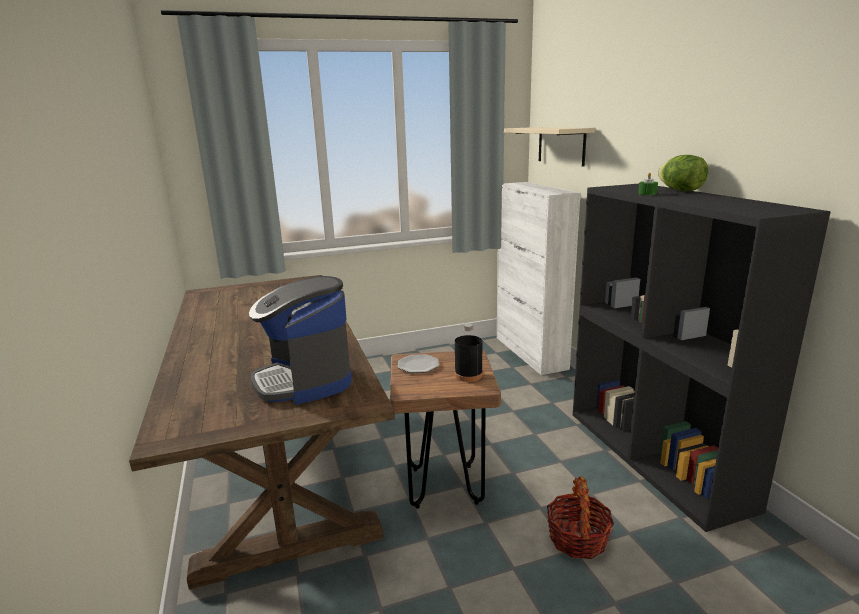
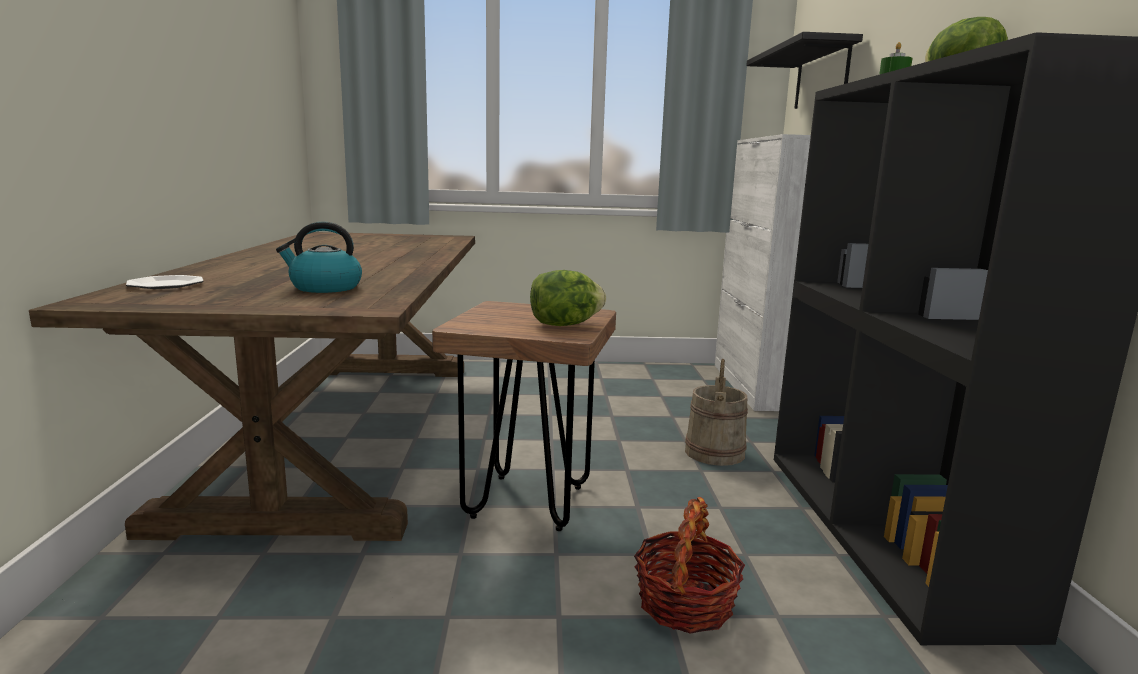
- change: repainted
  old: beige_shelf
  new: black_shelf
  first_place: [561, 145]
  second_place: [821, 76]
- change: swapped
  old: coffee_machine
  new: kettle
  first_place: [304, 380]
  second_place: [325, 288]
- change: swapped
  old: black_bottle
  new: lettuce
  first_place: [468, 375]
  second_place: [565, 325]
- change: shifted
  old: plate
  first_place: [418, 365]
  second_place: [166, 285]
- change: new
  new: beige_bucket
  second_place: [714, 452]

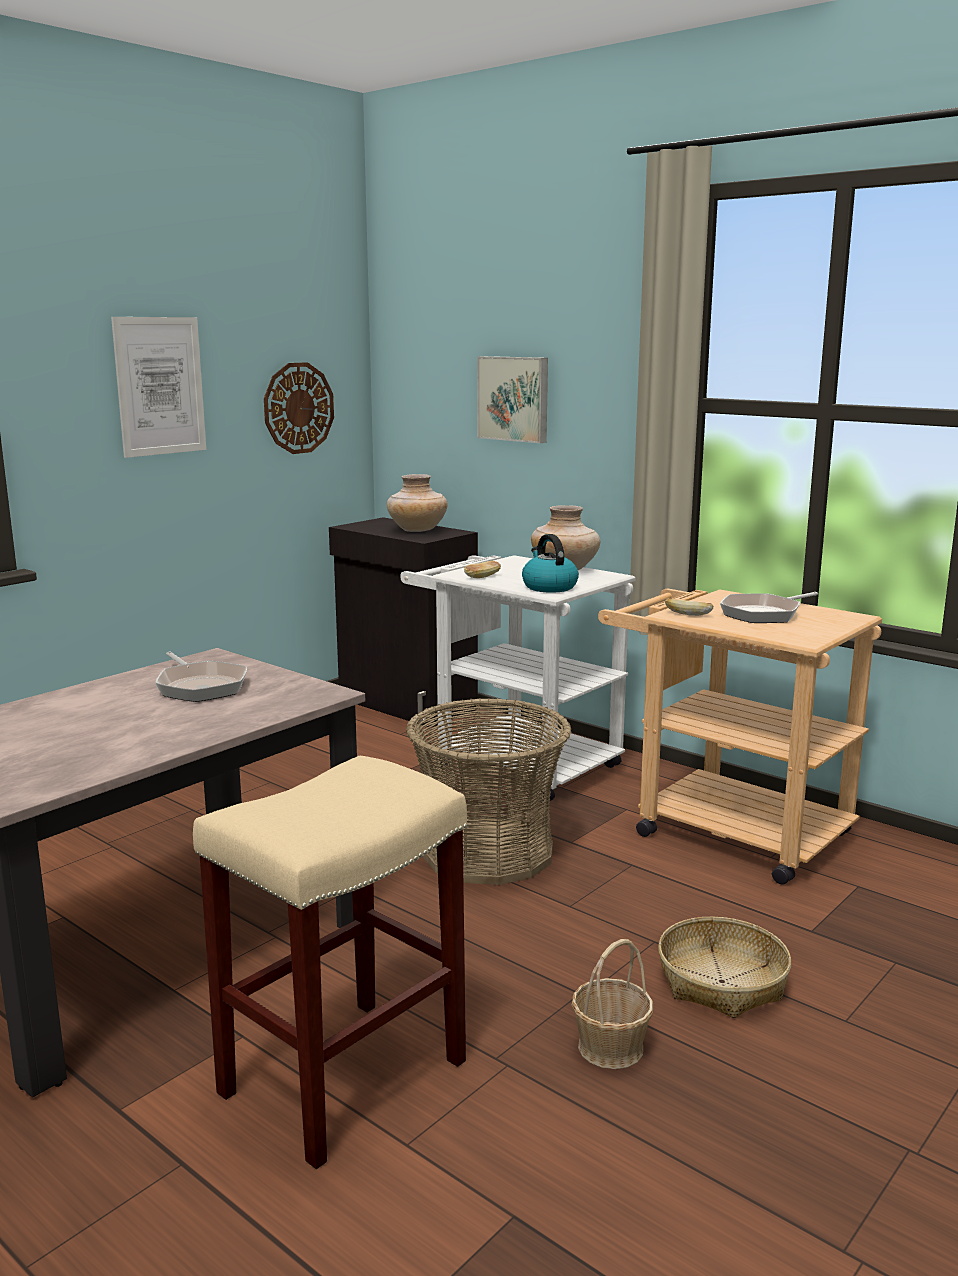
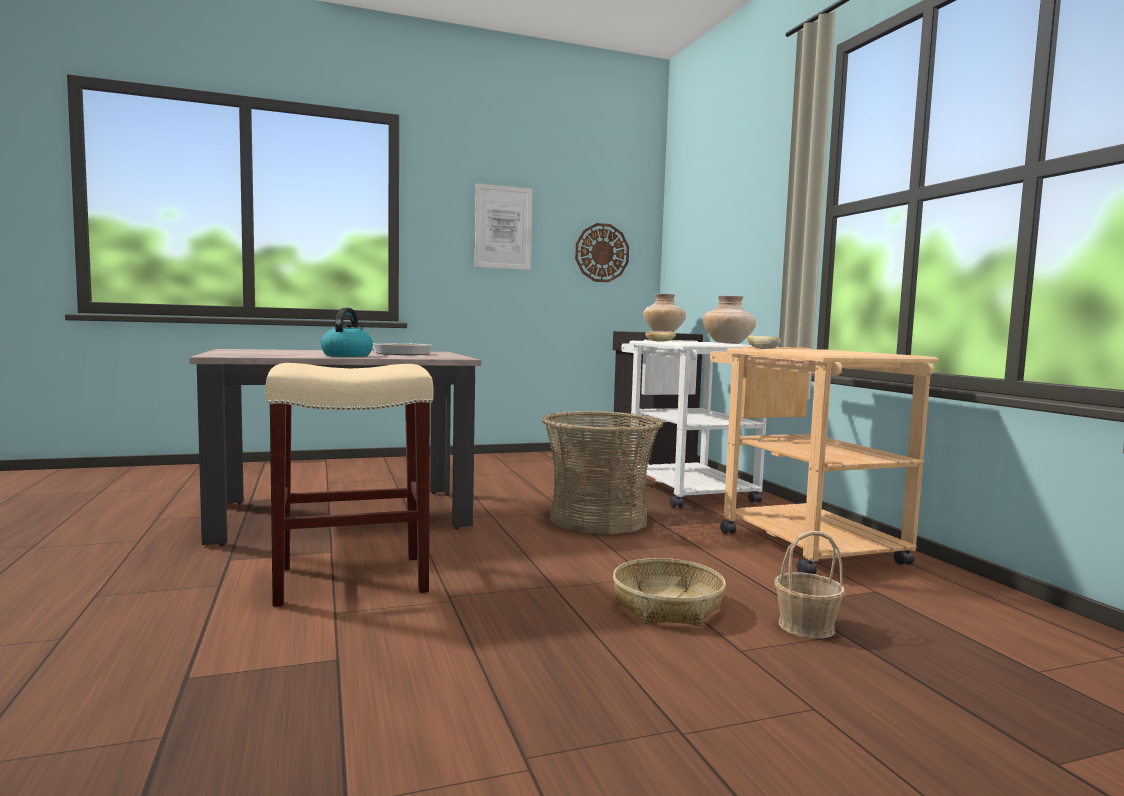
- change: gone
  old: picture
  first_place: [514, 398]
- change: shifted
  old: kettle
  first_place: [549, 587]
  second_place: [347, 355]
- change: gone
  old: frying_pan
  first_place: [764, 614]
- change: shifted
  old: basket
  first_place: [610, 1047]
  second_place: [805, 626]

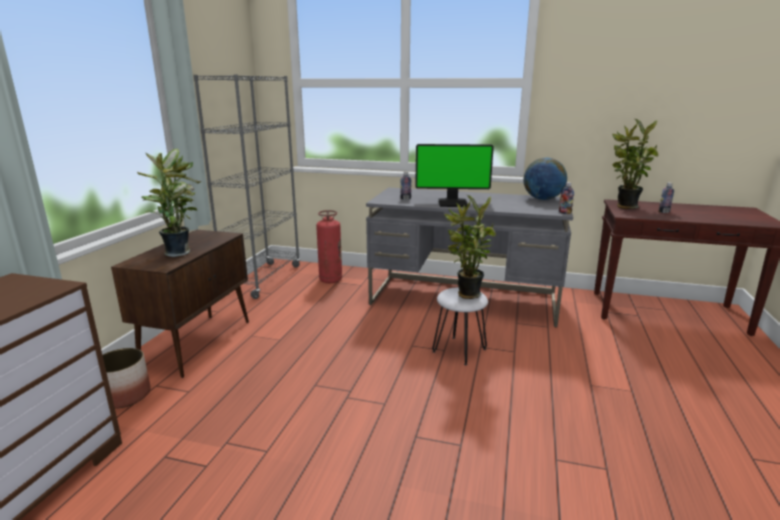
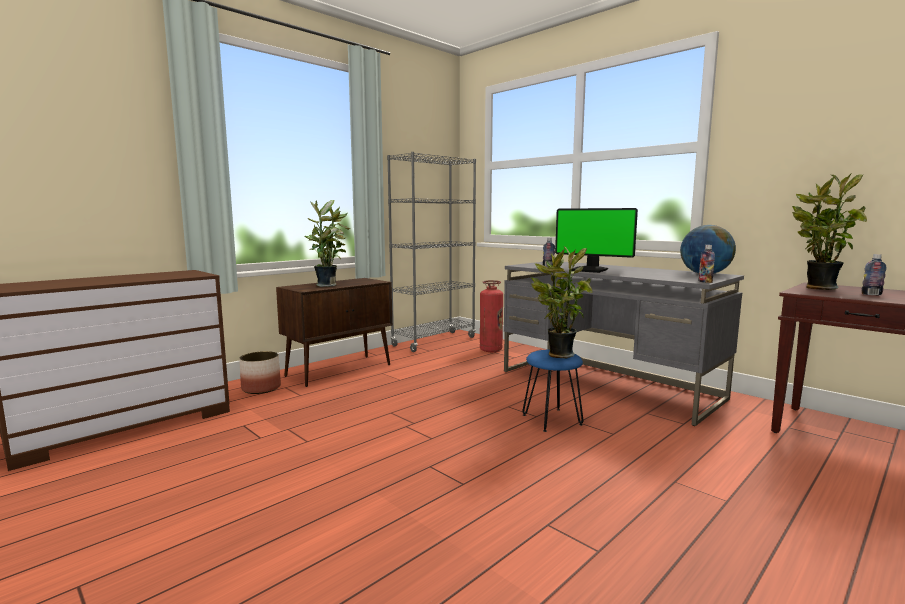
- change: repainted
  old: white_stool
  new: blue_stool
  first_place: [459, 350]
  second_place: [551, 420]

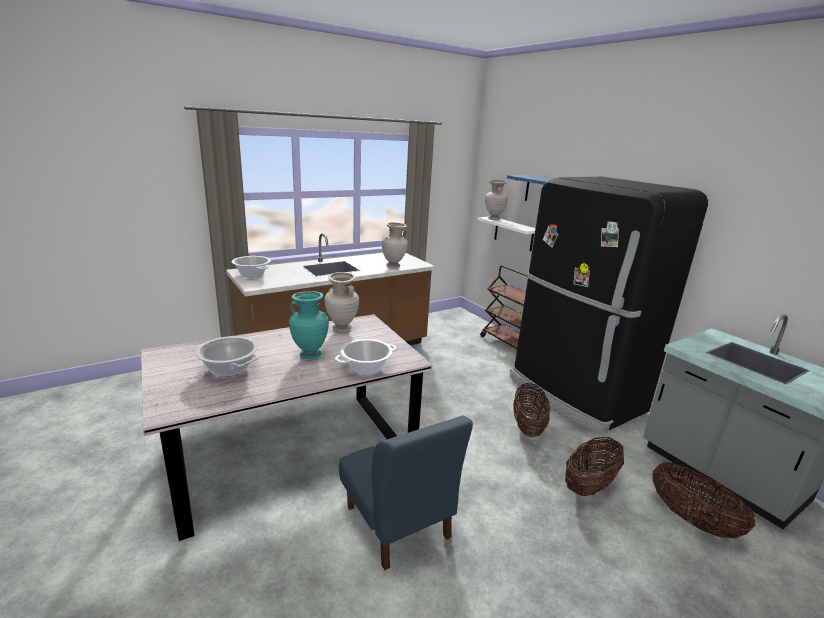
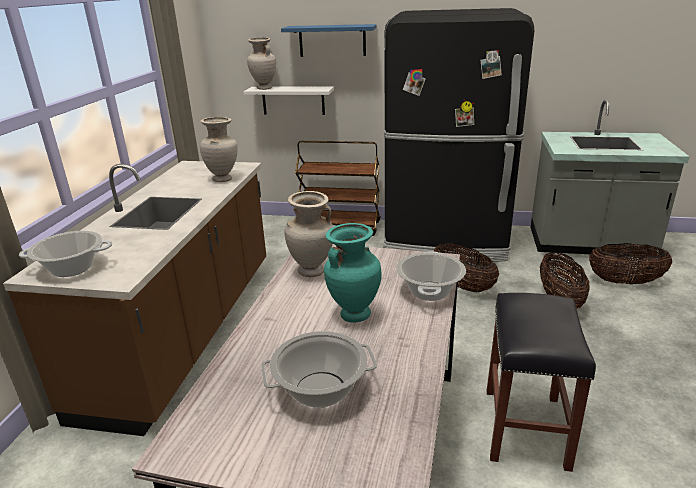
- change: swapped
  old: blue_chair
  new: black_stool
  first_place: [397, 522]
  second_place: [526, 429]

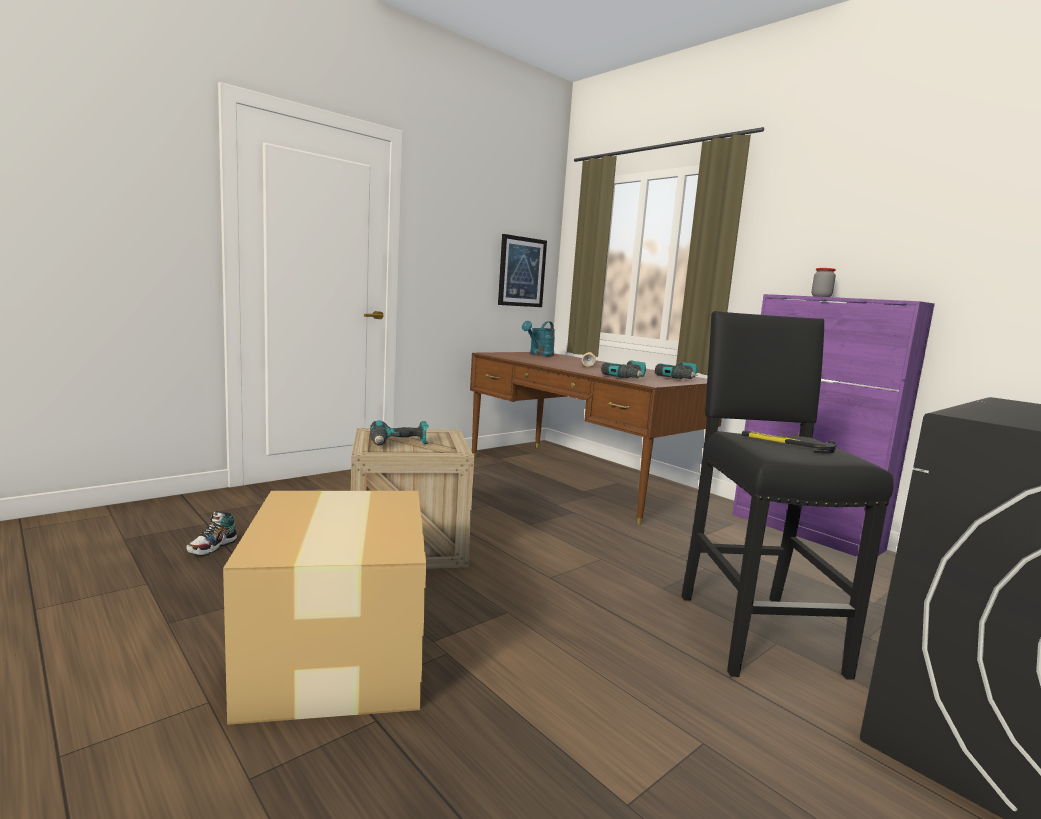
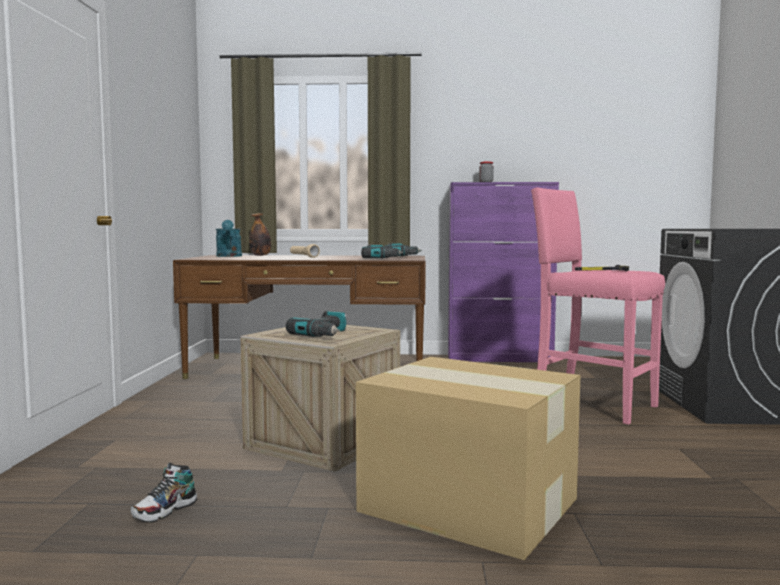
- change: gone
  old: picture
  first_place: [521, 272]
- change: repainted
  old: black_stool
  new: pink_stool
  first_place: [756, 631]
  second_place: [592, 405]
- change: rotated
  old: shoe
  first_place: [213, 547]
  second_place: [165, 511]
  degrees: 60
- change: new
  new: bottle
  second_place: [260, 255]

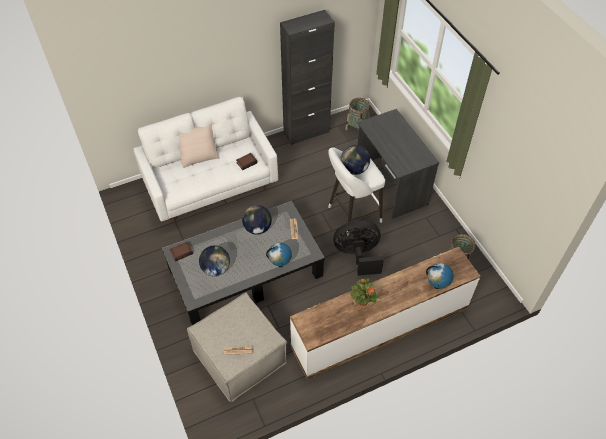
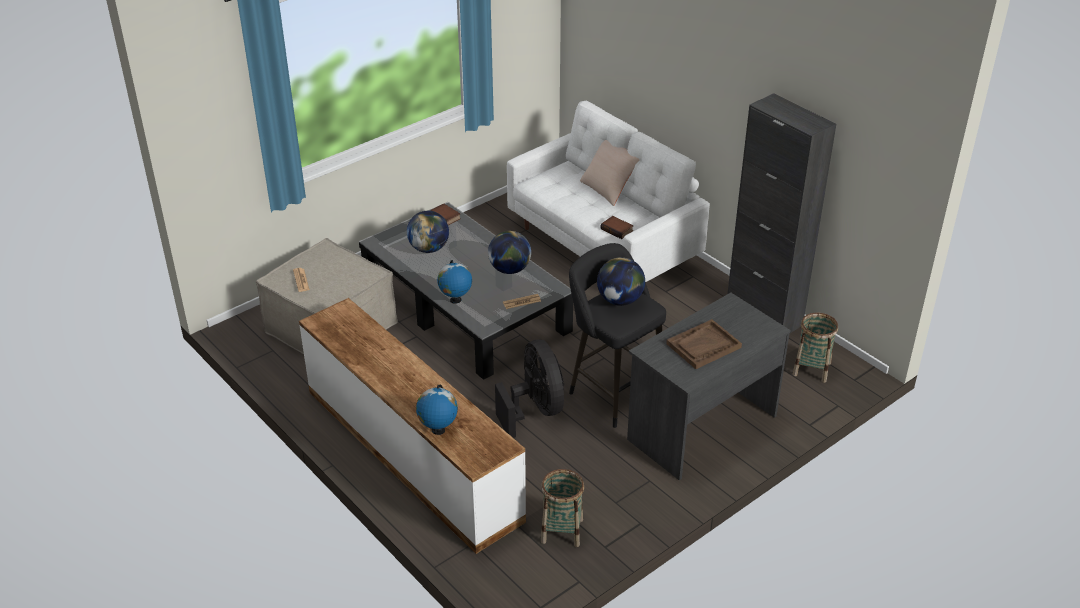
- change: repainted
  old: white_stool
  new: black_stool
  first_place: [351, 215]
  second_place: [612, 392]
- change: gone
  old: potted_plant
  first_place: [362, 301]
- change: new
  new: brown_tray
  second_place: [703, 346]

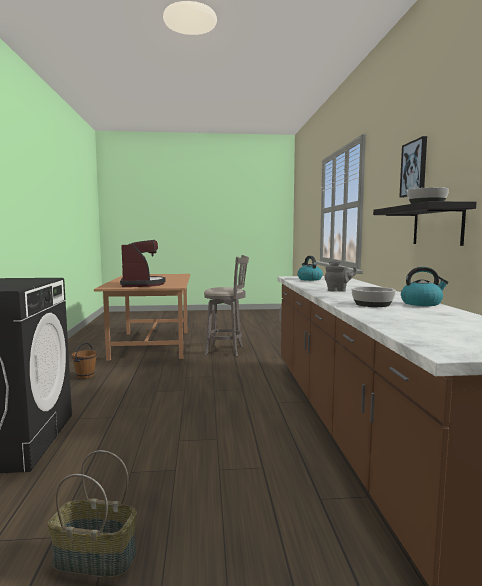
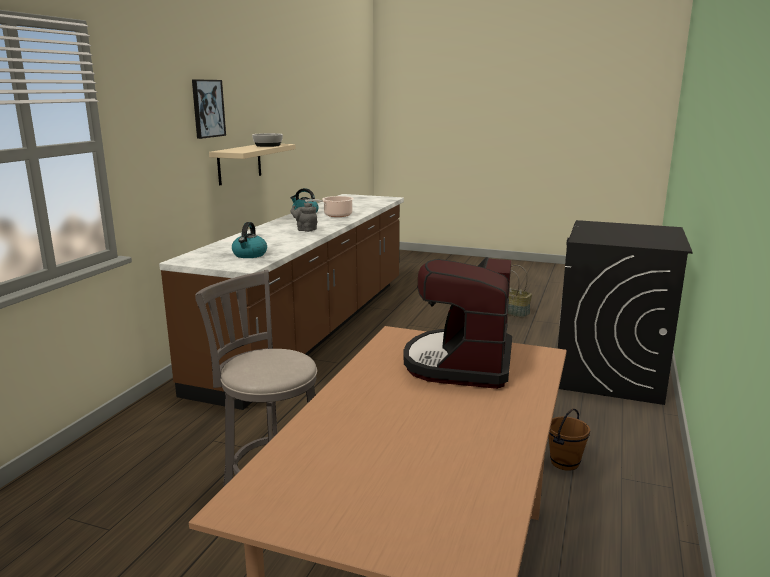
- change: repainted
  old: black_shelf
  new: beige_shelf
  first_place: [437, 225]
  second_place: [239, 163]
- change: swapped
  old: bowl
  new: cooking_pot
  first_place: [373, 304]
  second_place: [336, 215]

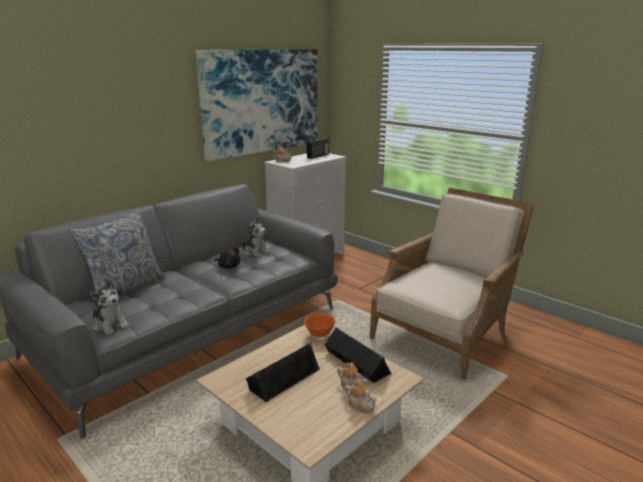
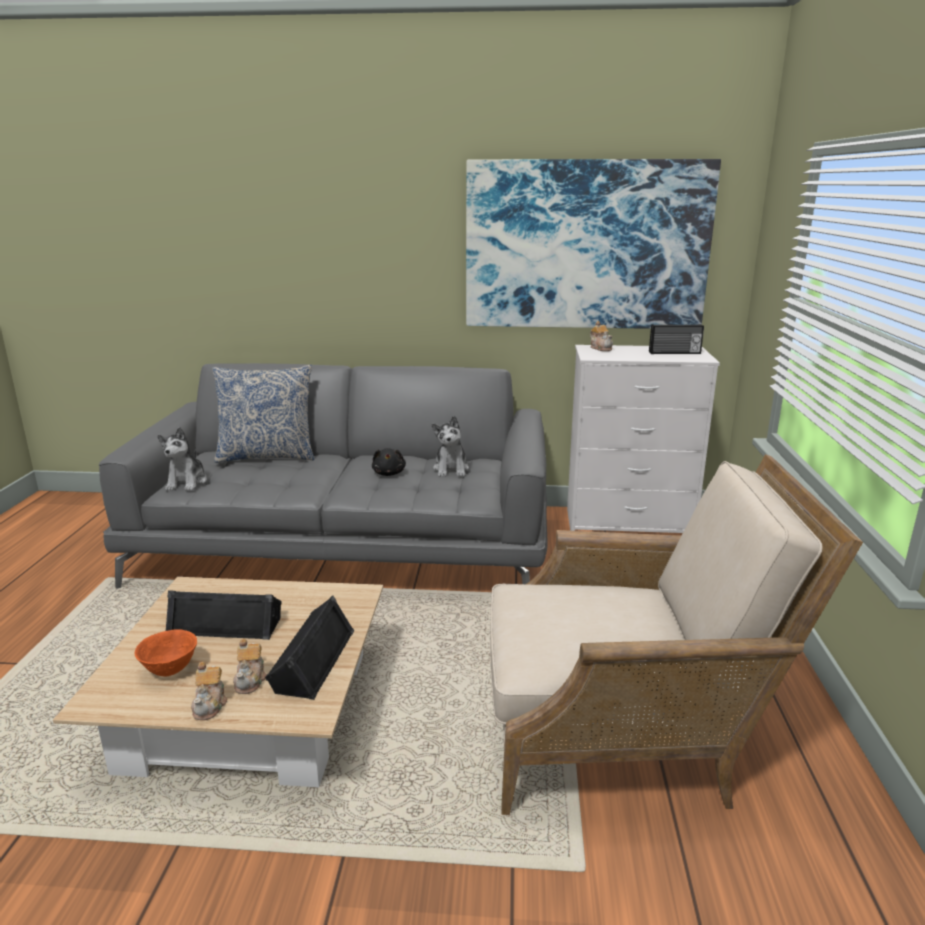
- change: shifted
  old: orange_bowl
  first_place: [319, 334]
  second_place: [170, 669]

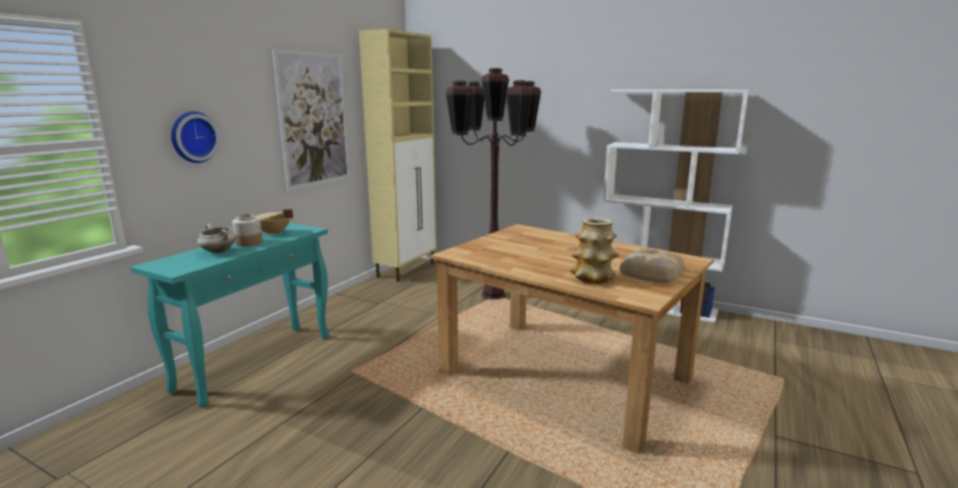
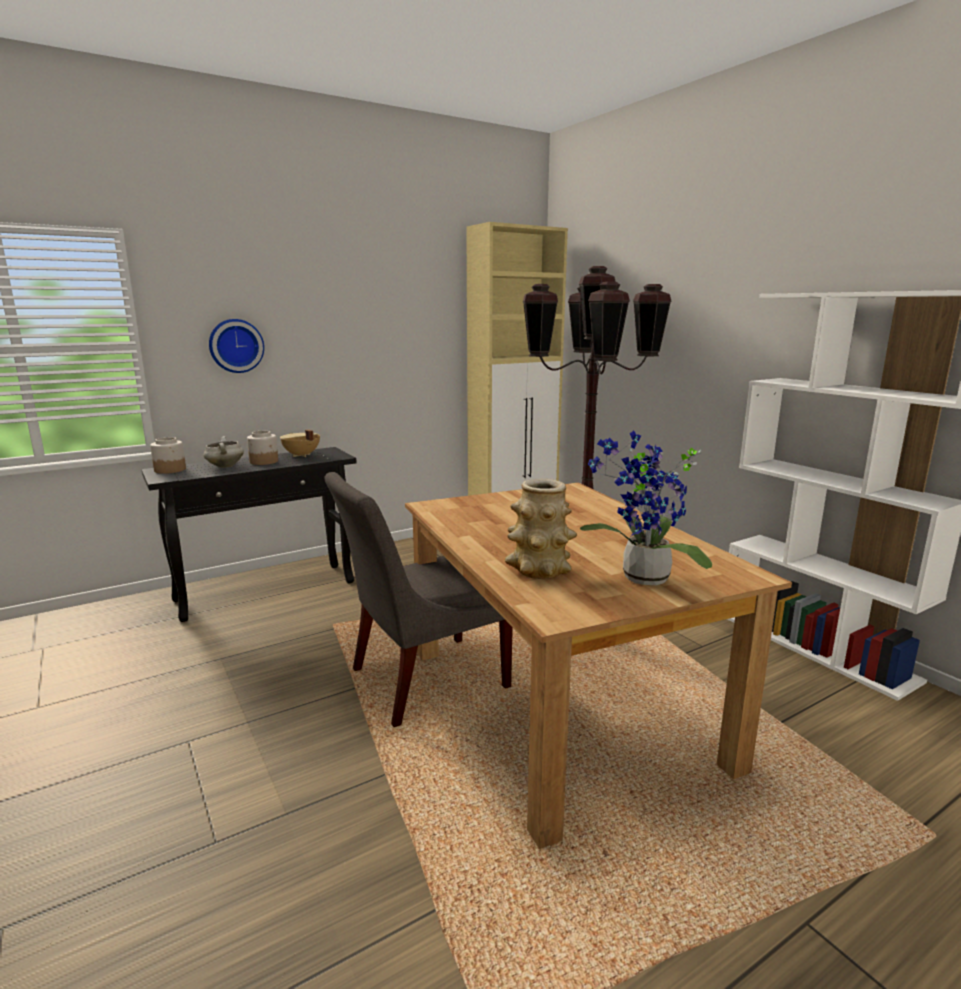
- change: gone
  old: picture
  first_place: [314, 120]
- change: repainted
  old: turquoise_console_table
  new: black_console_table
  first_place: [257, 361]
  second_place: [267, 590]
- change: swapped
  old: bread
  new: potted_plant
  first_place: [650, 272]
  second_place: [641, 579]
- change: new
  new: jar
  second_place: [170, 470]
- change: new
  new: grey_chair
  second_place: [422, 680]

